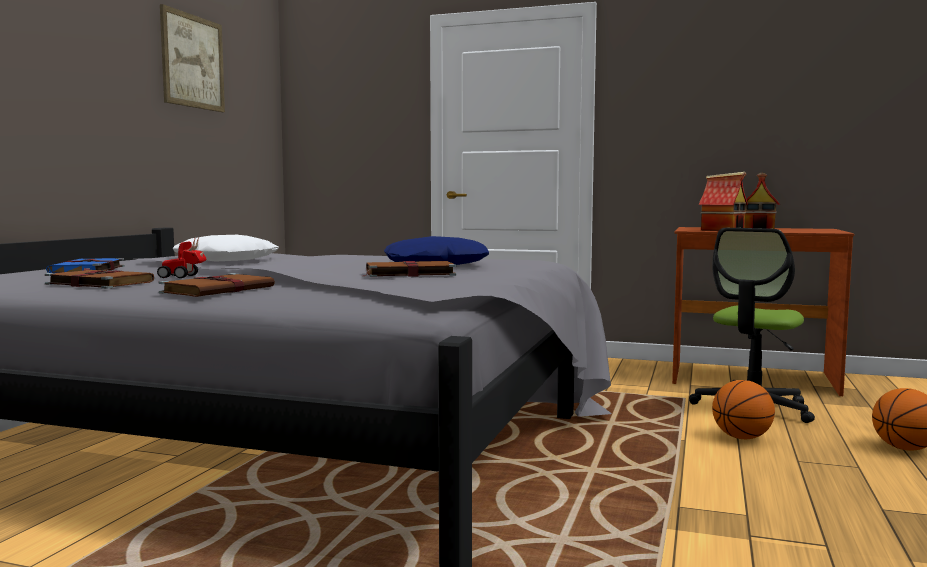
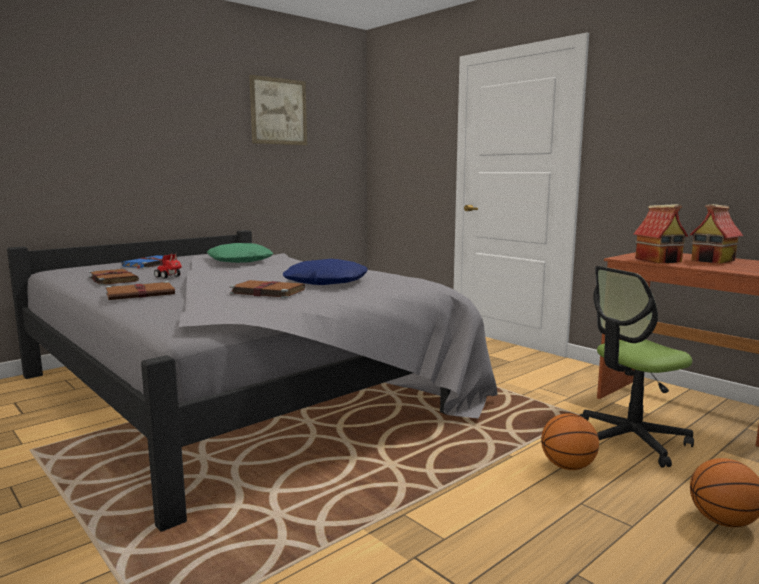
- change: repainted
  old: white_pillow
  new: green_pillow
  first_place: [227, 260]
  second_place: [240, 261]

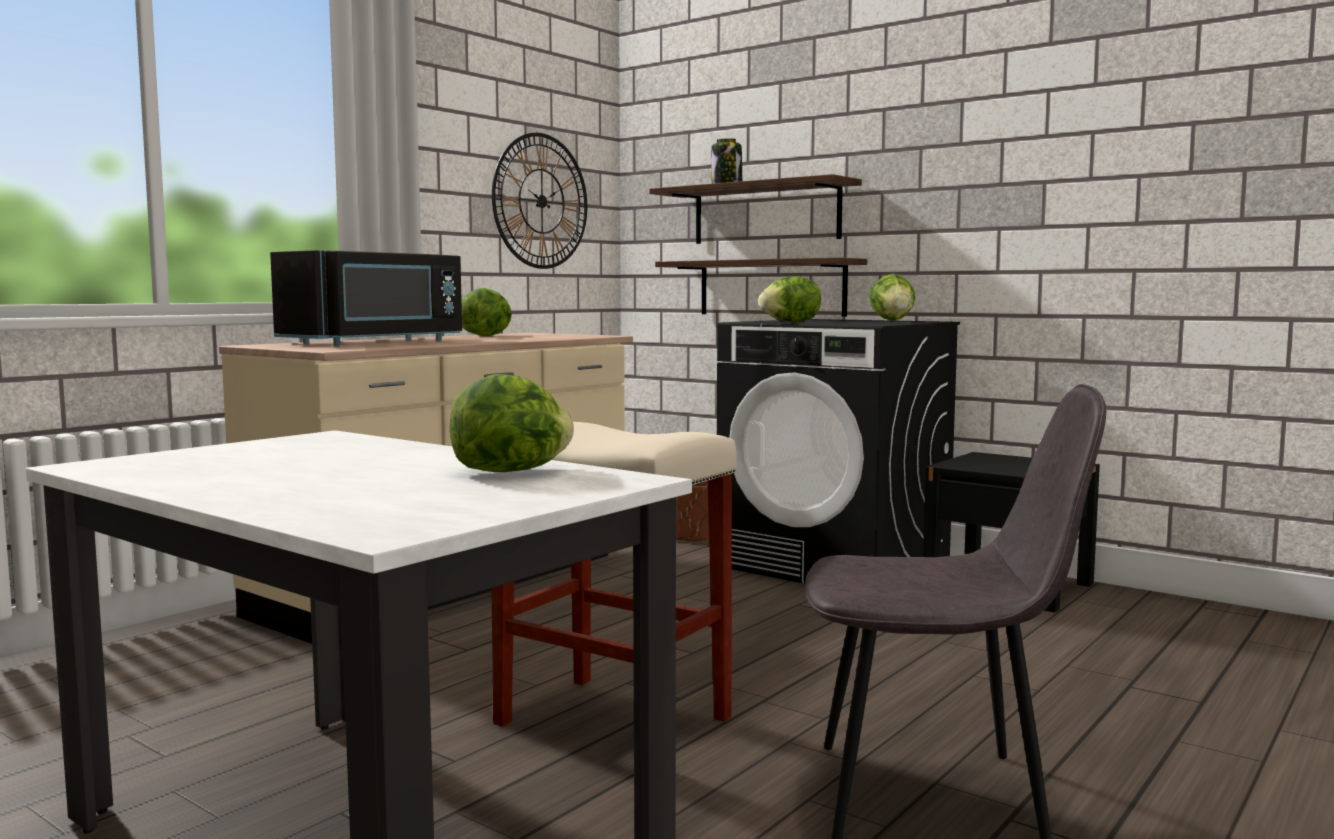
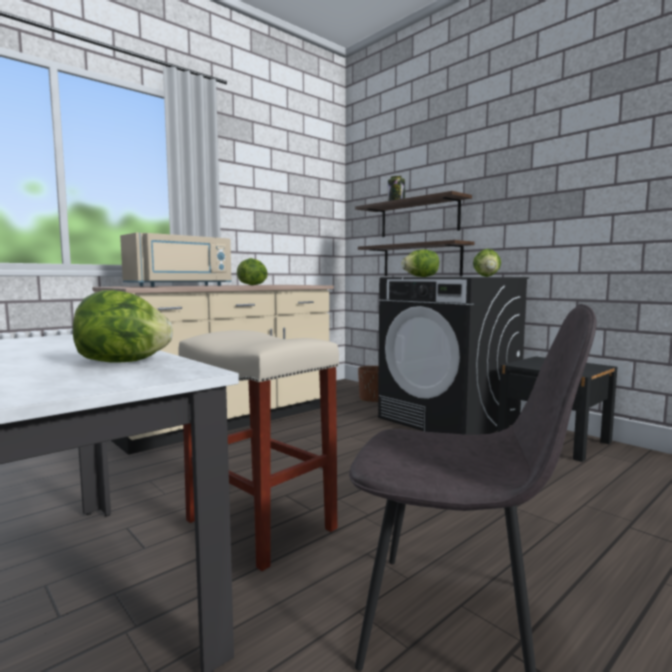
- change: gone
  old: wall_clock
  first_place: [541, 201]
- change: repainted
  old: black_microwave
  new: beige_microwave
  first_place: [377, 342]
  second_place: [181, 286]

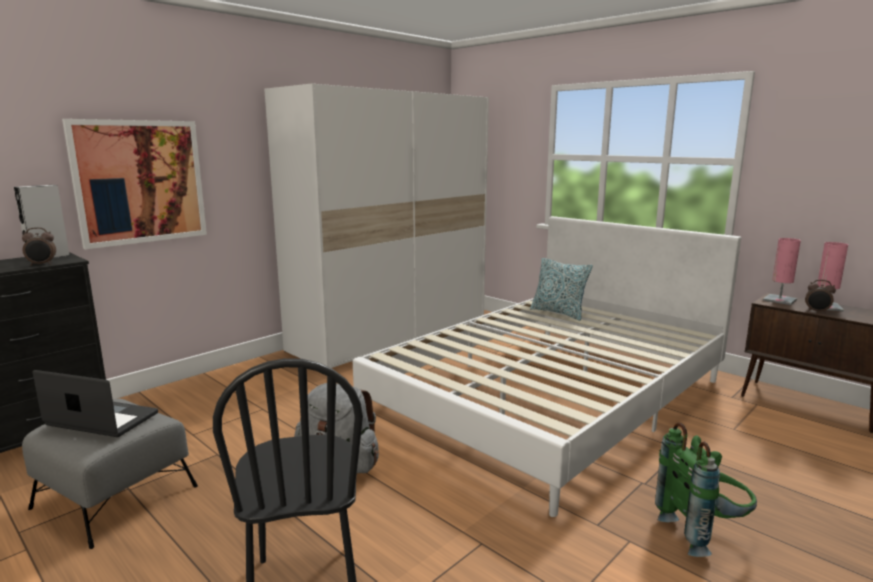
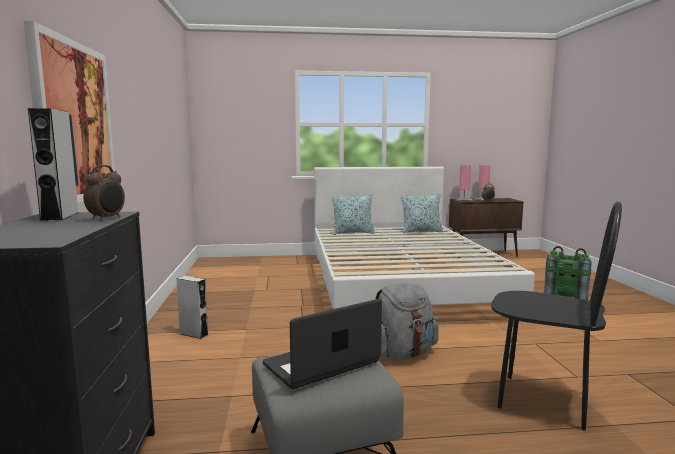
- change: gone
  old: white_wardrobe
  first_place: [392, 332]
- change: new
  new: pillow
  second_place: [421, 231]
- change: new
  new: grey_speaker
  second_place: [193, 334]

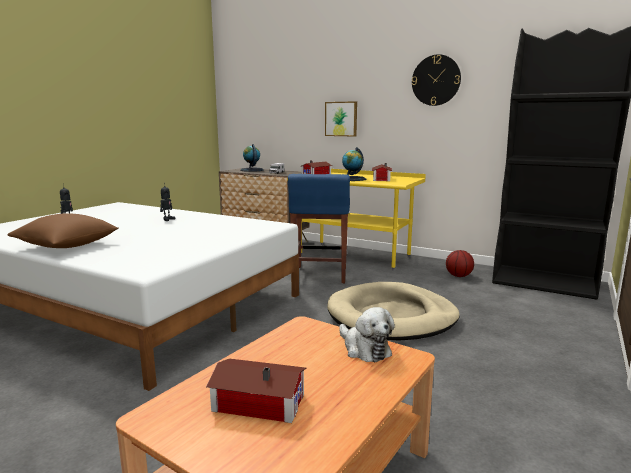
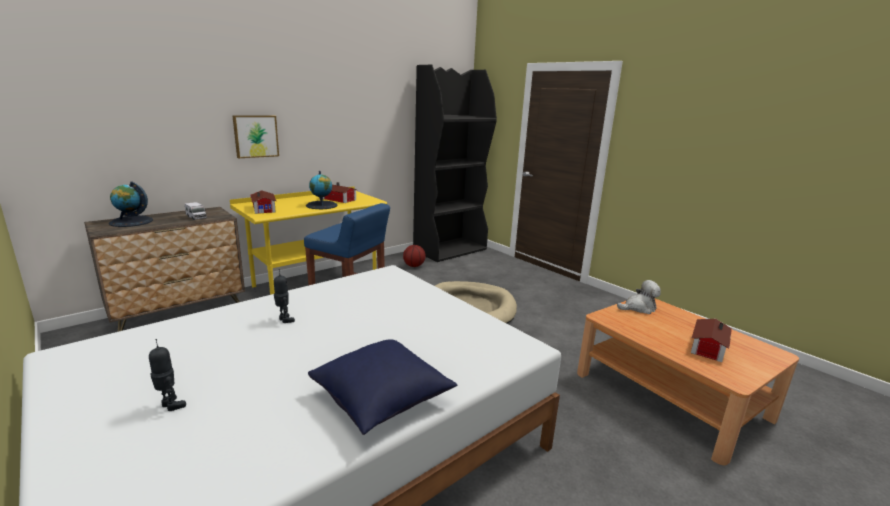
- change: gone
  old: wall_clock
  first_place: [436, 80]
- change: repainted
  old: brown_pillow
  new: blue_pillow
  first_place: [67, 246]
  second_place: [382, 399]

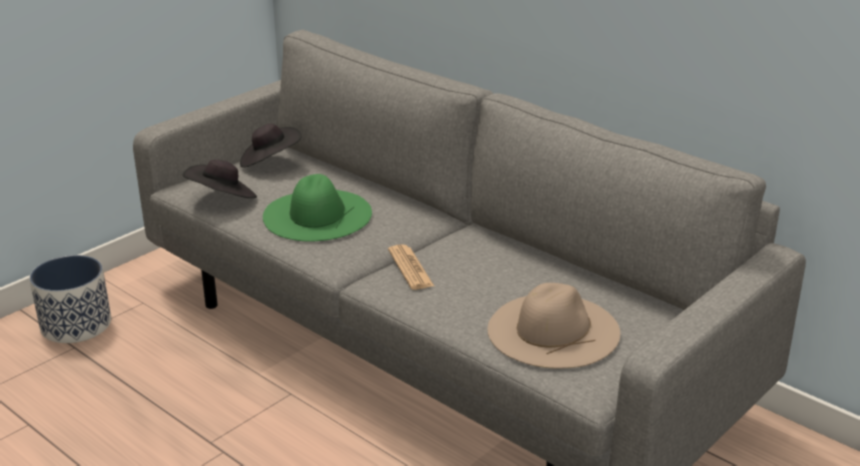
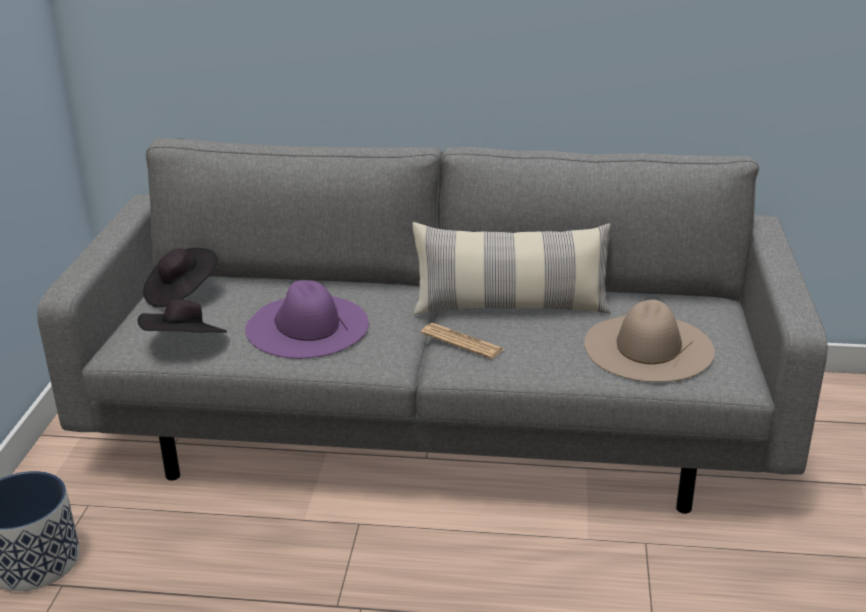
- change: repainted
  old: green_hat
  new: purple_hat
  first_place: [317, 214]
  second_place: [307, 326]
- change: new
  new: pillow
  second_place: [510, 308]

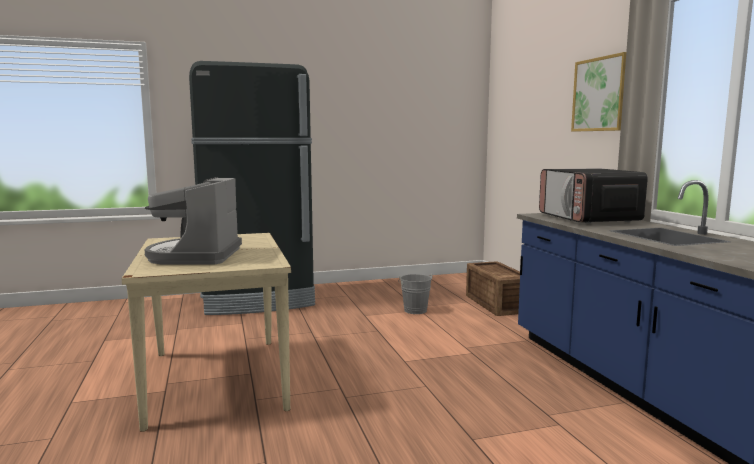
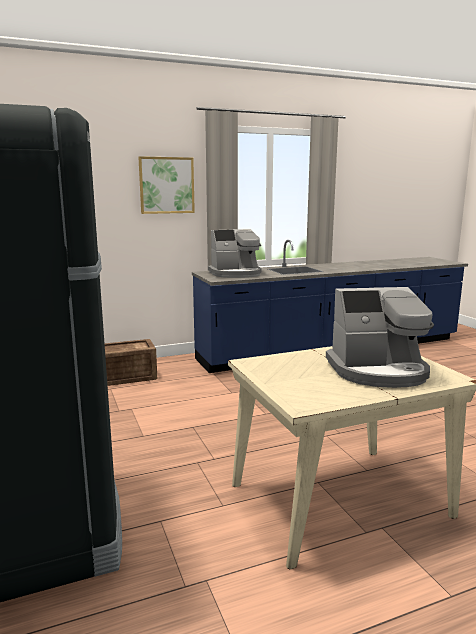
- change: swapped
  old: microwave
  new: coffee_machine
  first_place: [588, 219]
  second_place: [236, 274]
- change: gone
  old: grey_bucket
  first_place: [414, 309]

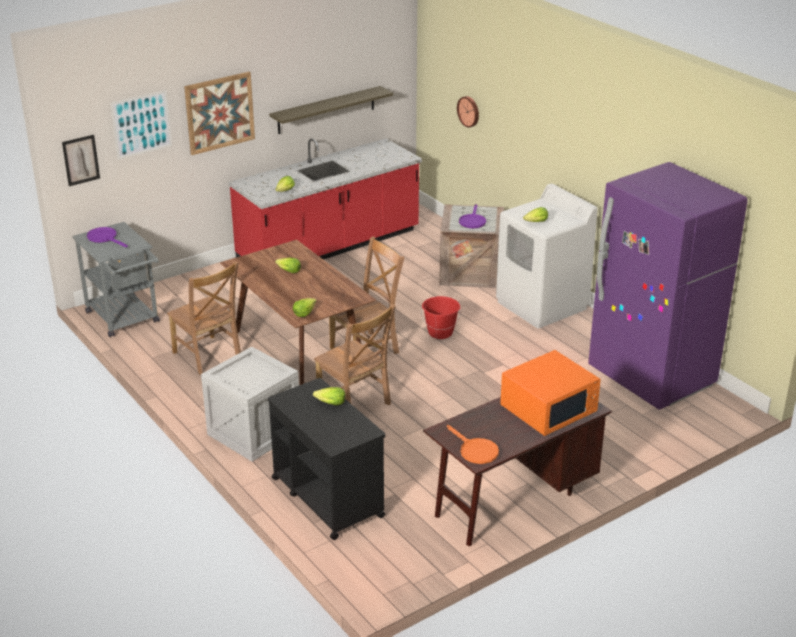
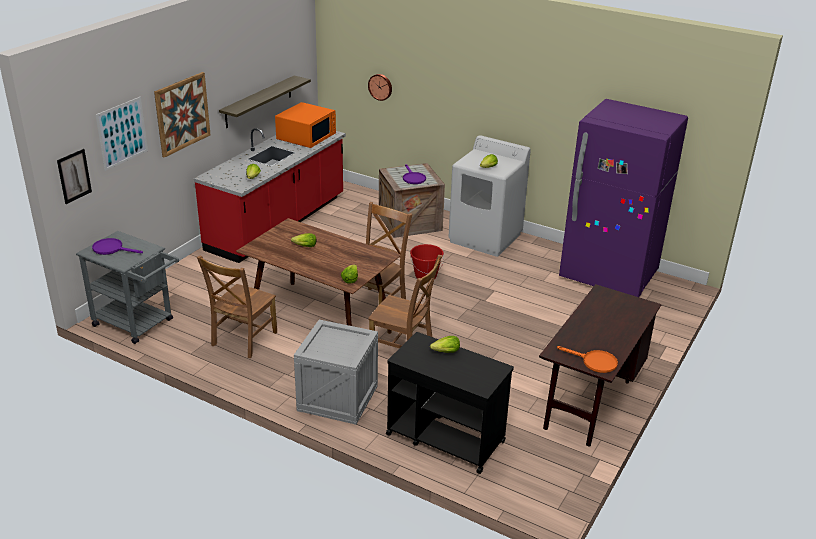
- change: rotated
  old: brown_chair
  first_place: [208, 356]
  second_place: [242, 340]
  degrees: 90
- change: shifted
  old: orange_microwave
  first_place: [549, 409]
  second_place: [306, 136]

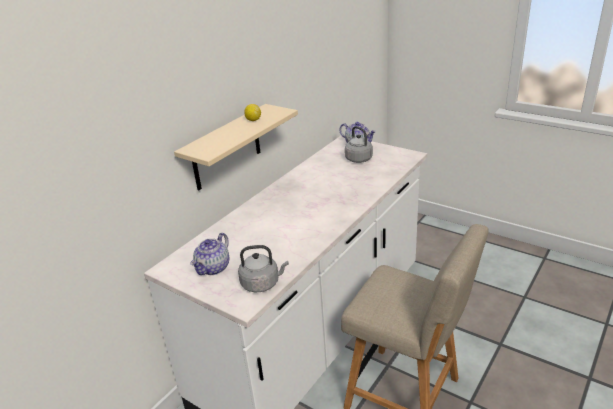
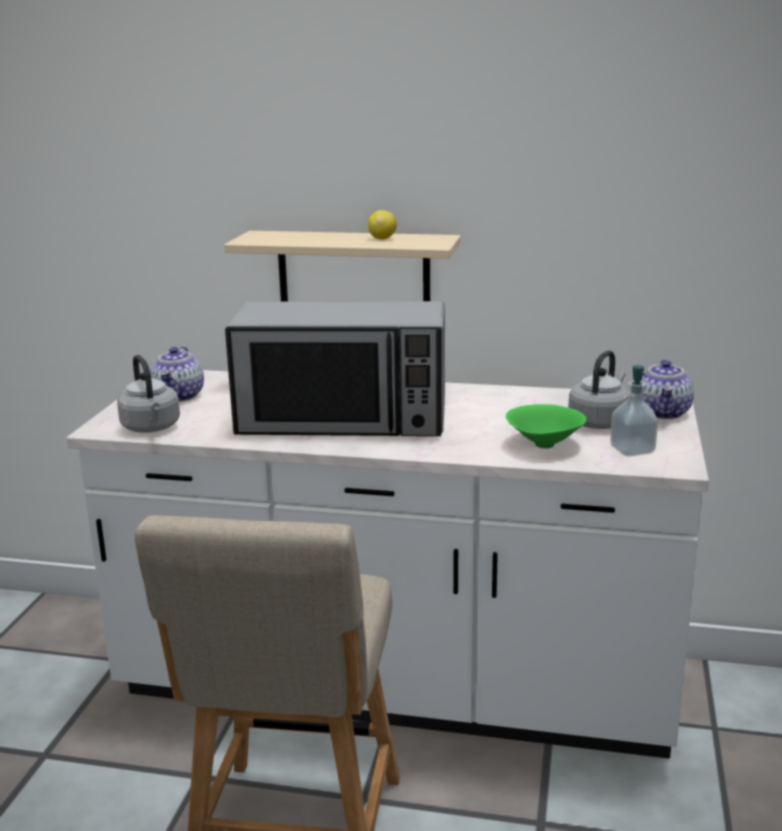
- change: rotated
  old: teapot
  first_place: [213, 268]
  second_place: [179, 396]
  degrees: -90
- change: new
  new: microwave
  second_place: [343, 420]
- change: new
  new: soap_dispenser
  second_place: [632, 450]
- change: new
  new: green_bowl
  second_place: [543, 446]

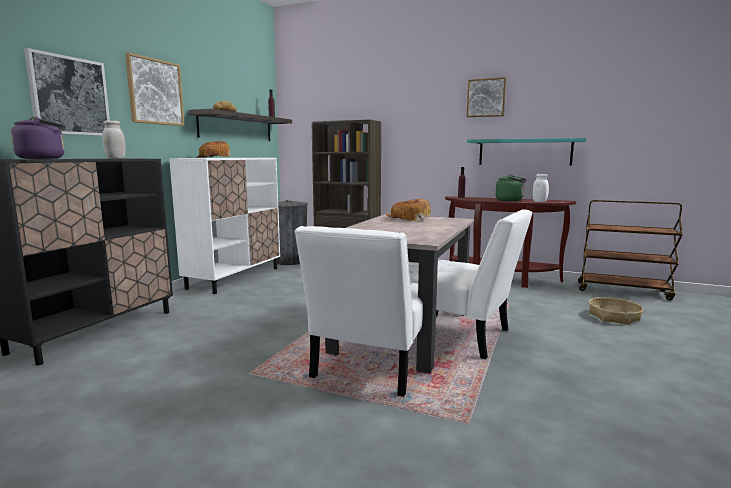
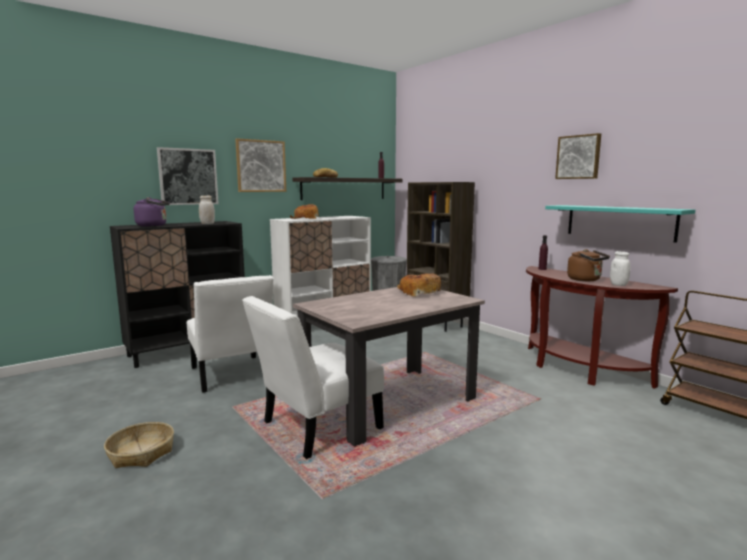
- change: repainted
  old: green_kettle
  new: brown_kettle
  first_place: [511, 200]
  second_place: [586, 280]
- change: shifted
  old: white_chair
  first_place: [463, 336]
  second_place: [232, 375]
- change: shifted
  old: basket
  first_place: [613, 317]
  second_place: [141, 453]

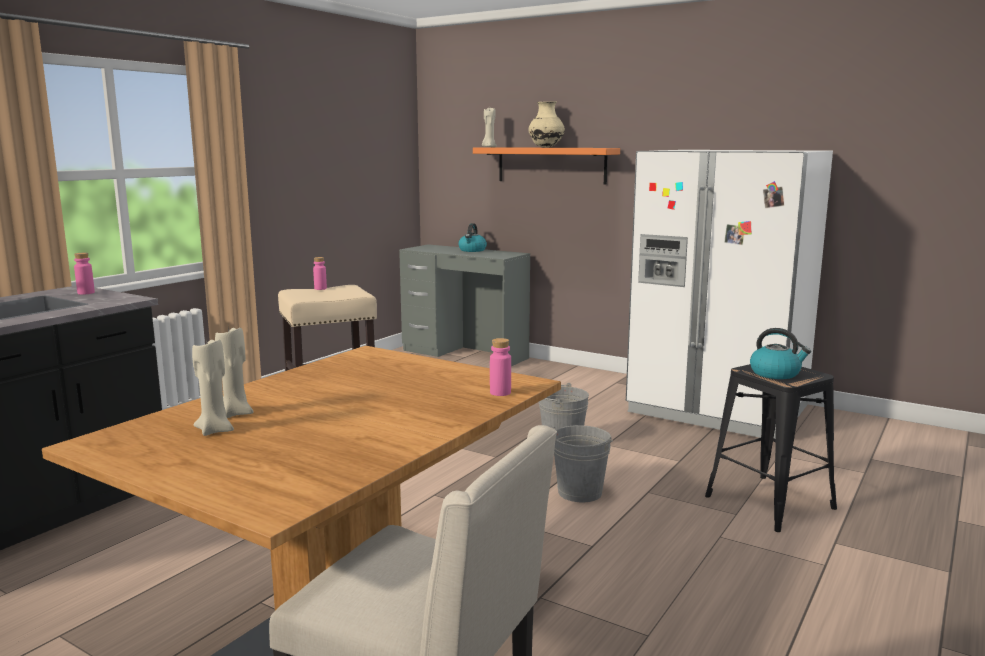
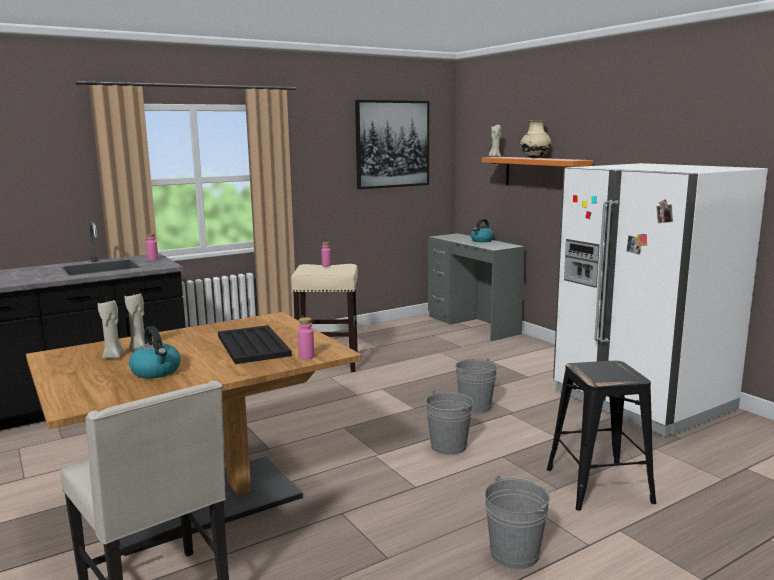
- change: shifted
  old: kettle
  first_place: [776, 373]
  second_place: [156, 371]
- change: new
  new: picture
  second_place: [392, 144]
- change: new
  new: black_tray
  second_place: [253, 346]
- change: new
  new: grey_bucket
  second_place: [514, 554]

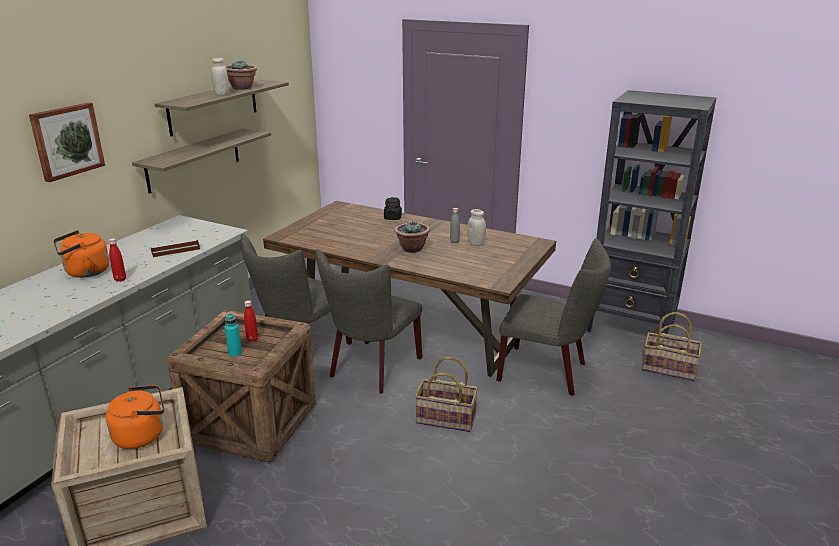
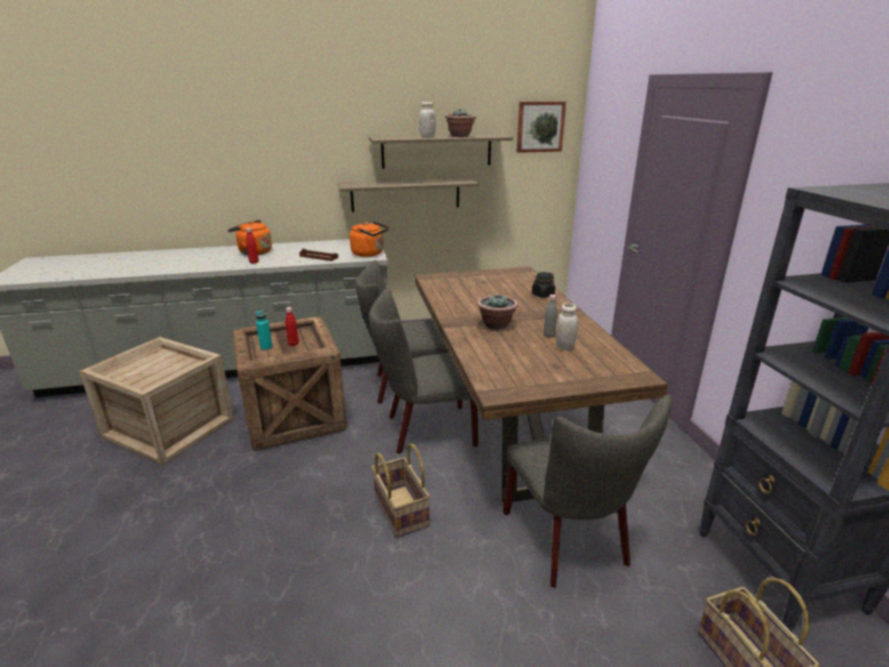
- change: shifted
  old: picture
  first_place: [67, 141]
  second_place: [540, 126]
- change: shifted
  old: orange_kettle
  first_place: [142, 435]
  second_place: [370, 254]

